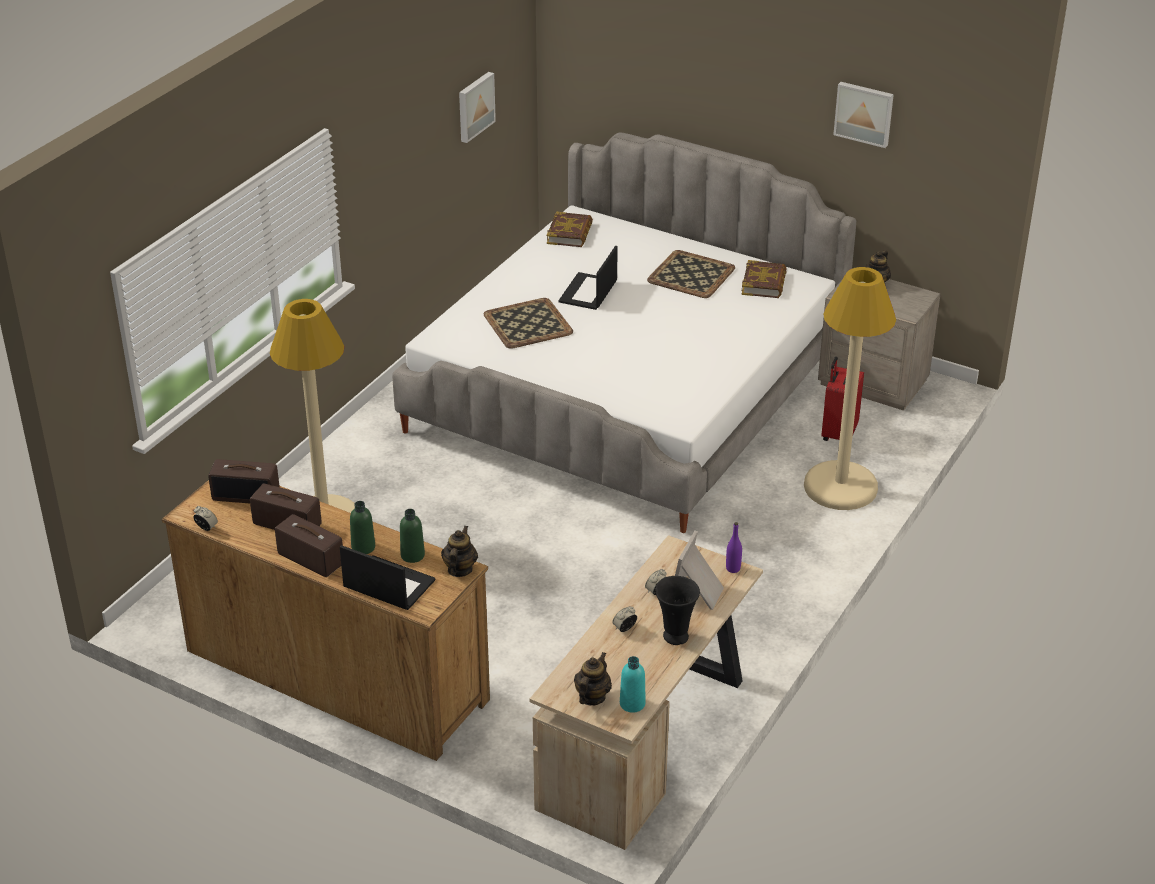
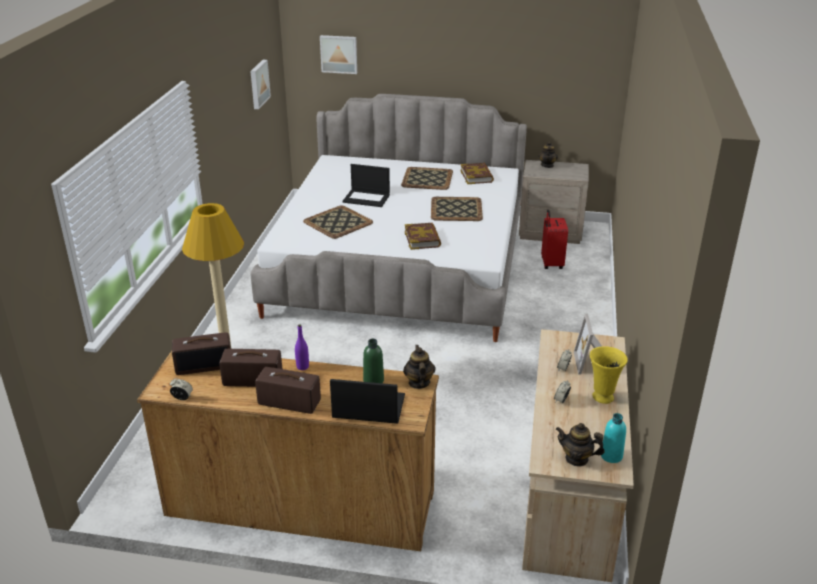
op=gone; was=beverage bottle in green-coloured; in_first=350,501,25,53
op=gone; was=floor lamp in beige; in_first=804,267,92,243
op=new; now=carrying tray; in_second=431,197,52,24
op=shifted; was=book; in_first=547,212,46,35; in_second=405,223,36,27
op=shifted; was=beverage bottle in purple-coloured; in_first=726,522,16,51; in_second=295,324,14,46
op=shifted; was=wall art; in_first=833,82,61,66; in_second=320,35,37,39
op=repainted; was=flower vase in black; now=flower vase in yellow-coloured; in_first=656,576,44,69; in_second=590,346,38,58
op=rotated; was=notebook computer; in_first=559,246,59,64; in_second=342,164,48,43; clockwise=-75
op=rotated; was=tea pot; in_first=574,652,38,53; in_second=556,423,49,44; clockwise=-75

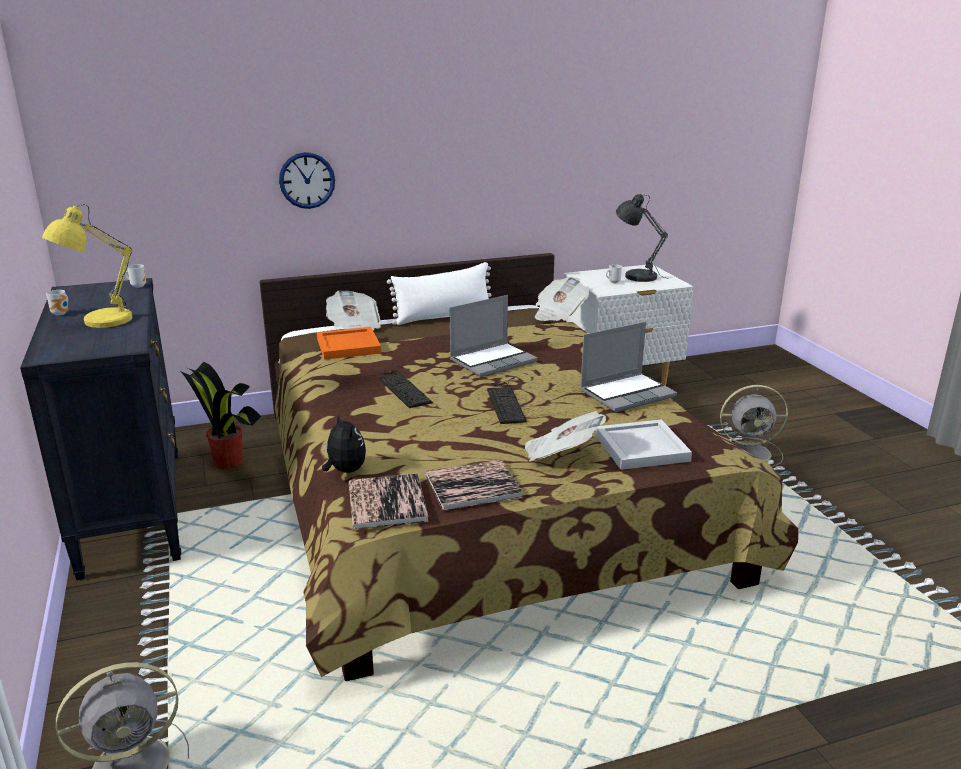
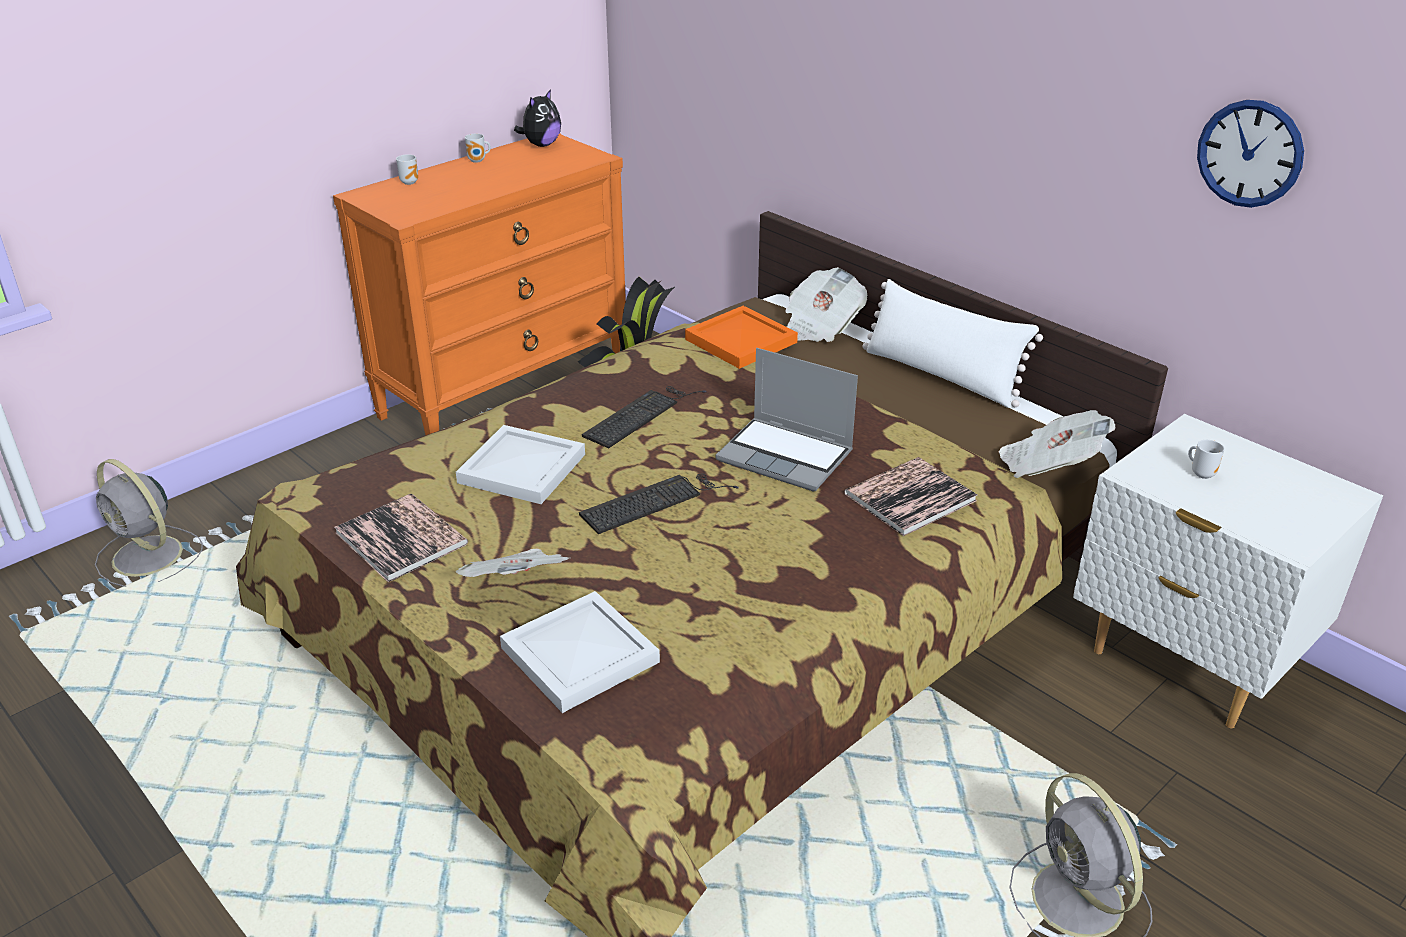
op=gone; was=tabletop lamp in yellow-coloured; in_first=42,204,91,124
op=gone; was=notebook computer; in_first=580,322,97,90
op=gone; was=tabletop lamp in greyish; in_first=616,194,53,88
op=new; now=carrying tray in white-coloured; in_second=456,425,129,79
op=shifted; was=mug; in_first=126,264,20,24; in_second=396,154,22,31
op=shifted; was=wall clock; in_first=279,152,56,57; in_second=1197,100,107,108
op=shifted; was=cuddly toy; in_first=322,413,44,60; in_second=514,89,47,58
op=shifted; was=book; in_first=349,473,80,56; in_second=844,457,133,79
op=repainted; was=drawer chest in black; now=drawer chest in orange-coloured; in_first=20,278,161,302; in_second=333,133,293,302

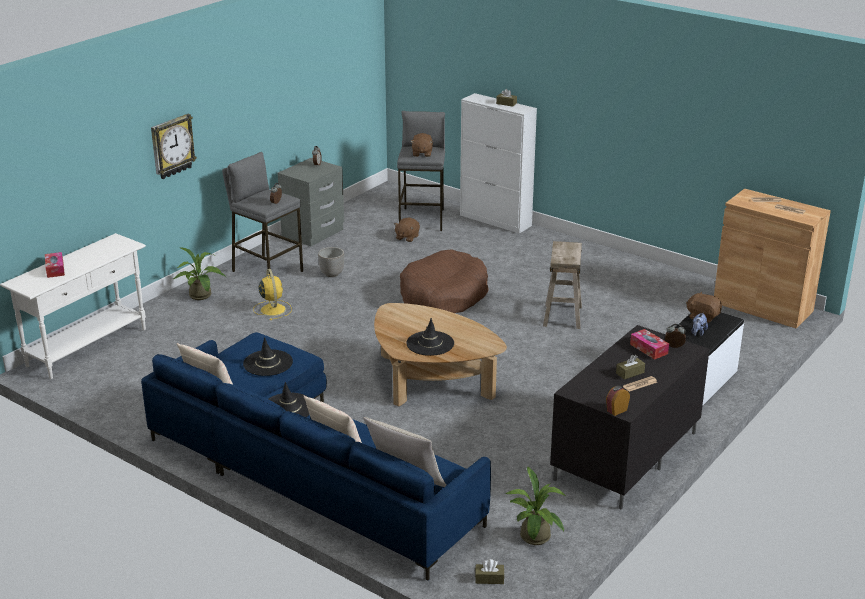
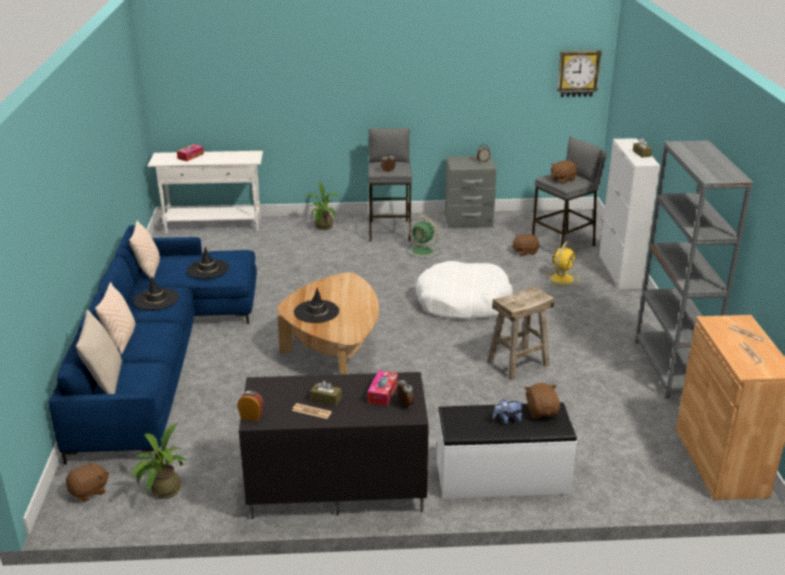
op=new; now=bookshelf in greyish; in_second=635,140,118,259
op=shifted; was=wall clock; in_first=151,114,46,65; in_second=557,50,45,47
op=shifted; was=fan in yellow-coloured; in_first=253,269,39,51; in_second=546,241,34,46
op=swapped; was=flower pot; now=fan in green-coloured; in_first=318,247,26,30; in_second=406,216,34,43
op=swapped; was=tissue box in brownish; now=cuddly toy in brownish; in_first=475,559,29,25; in_second=66,461,43,41
op=repainted; was=dog cushion in brownish; now=dog cushion in white-coloured; in_first=400,249,89,64; in_second=415,261,98,58

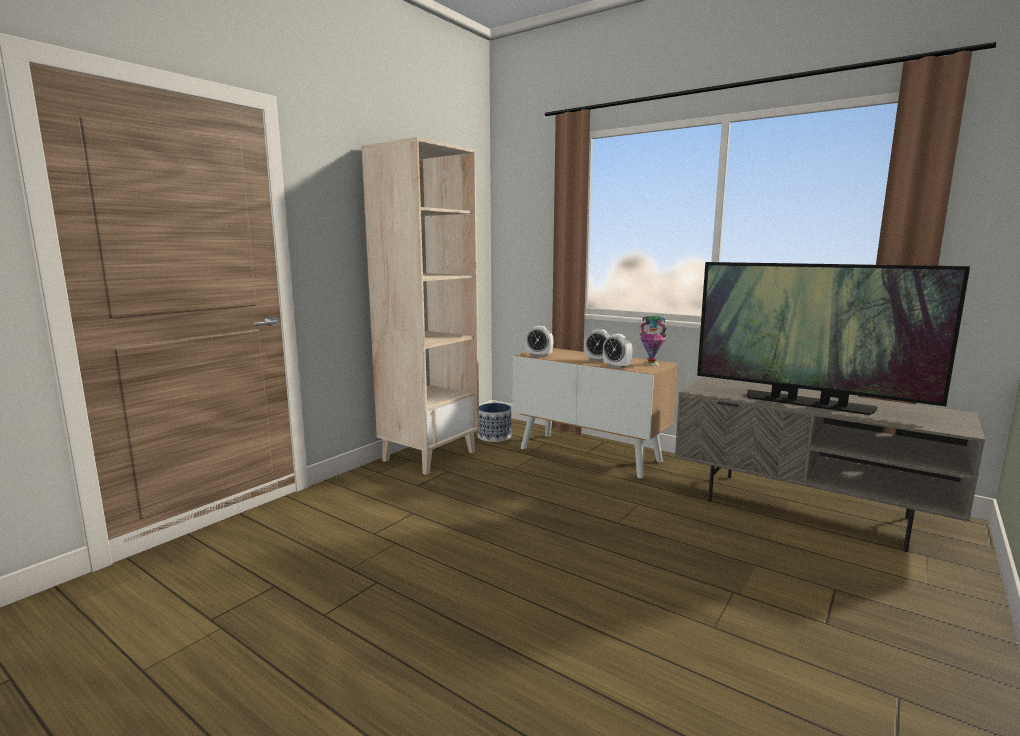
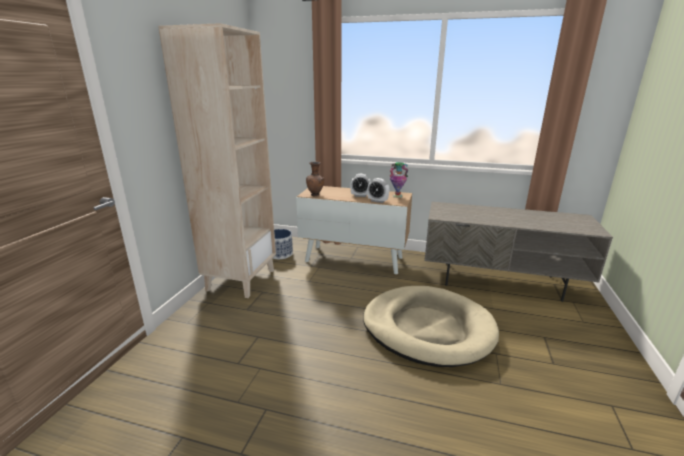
op=gone; was=TV; in_first=697,262,273,153
op=new; now=dog cushion in beige; in_second=363,286,136,81
op=swapped; was=bedside clock; now=flower vase in brownish; in_first=525,326,29,31; in_second=306,162,18,34

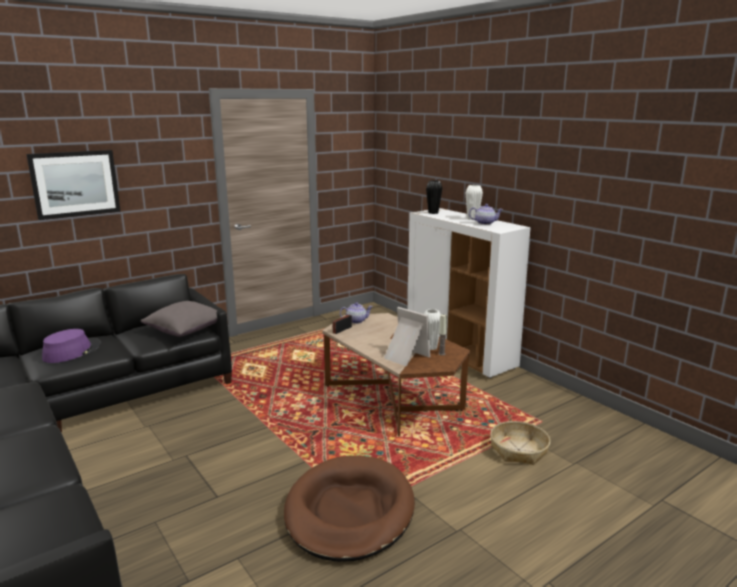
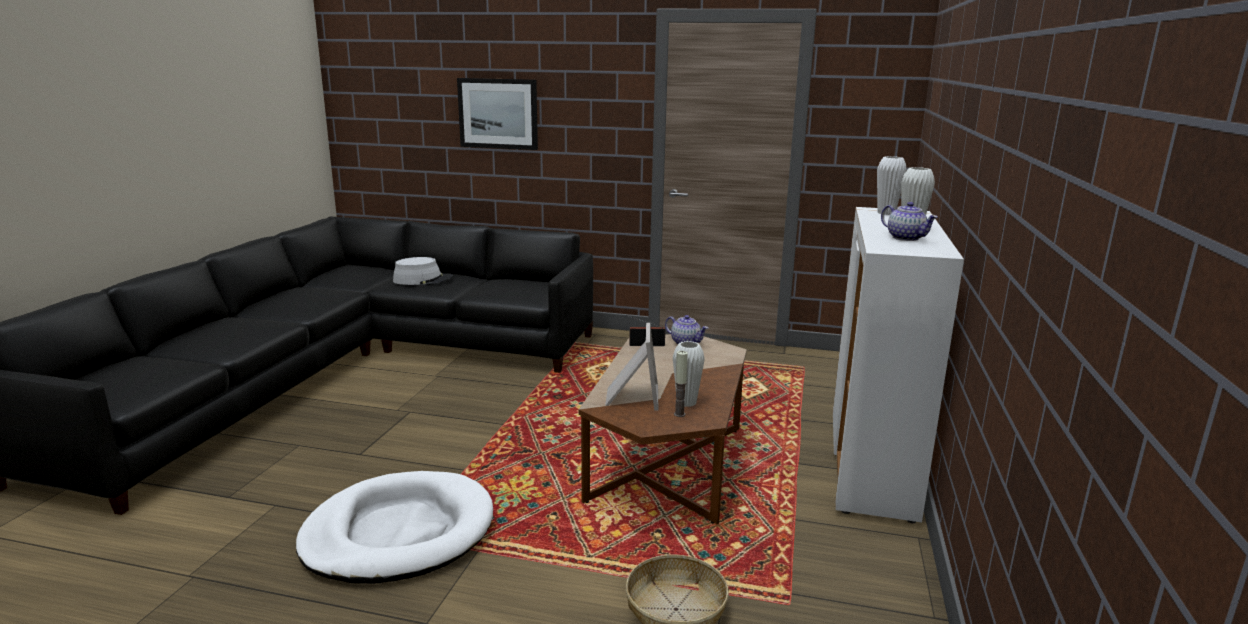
op=gone; was=cushion in greyish; in_first=141,301,87,36
op=repainted; was=wearable hat in purple-coloured; now=wearable hat in greyish; in_first=42,329,59,34; in_second=393,257,60,28
op=repainted; was=dog cushion in brownish; now=dog cushion in white-coloured; in_first=284,456,131,106; in_second=296,471,197,113
op=repainted; was=flower vase in black; now=flower vase in white-coloured; in_first=426,180,17,34; in_second=877,156,30,59

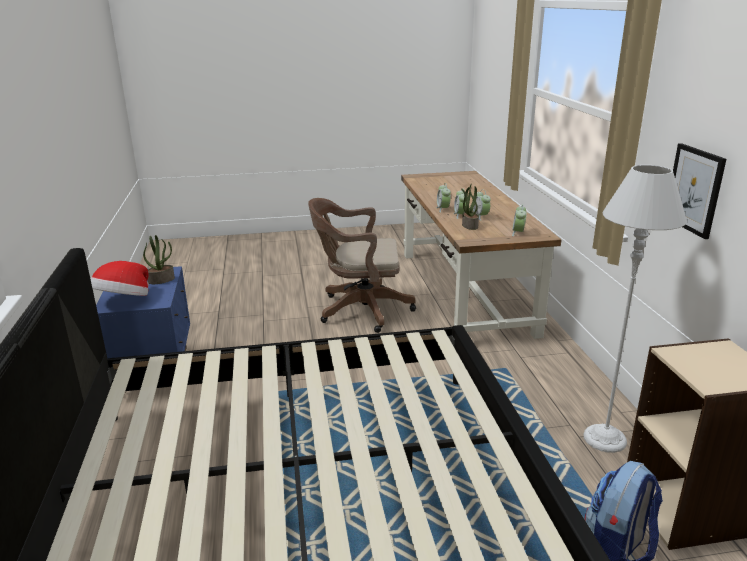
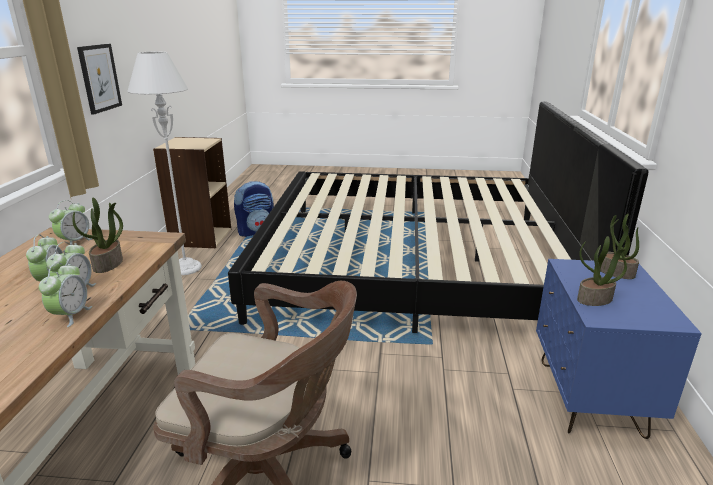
op=swapped; was=wearable hat; now=potted plant; in_first=91,261,58,35; in_second=600,214,39,65

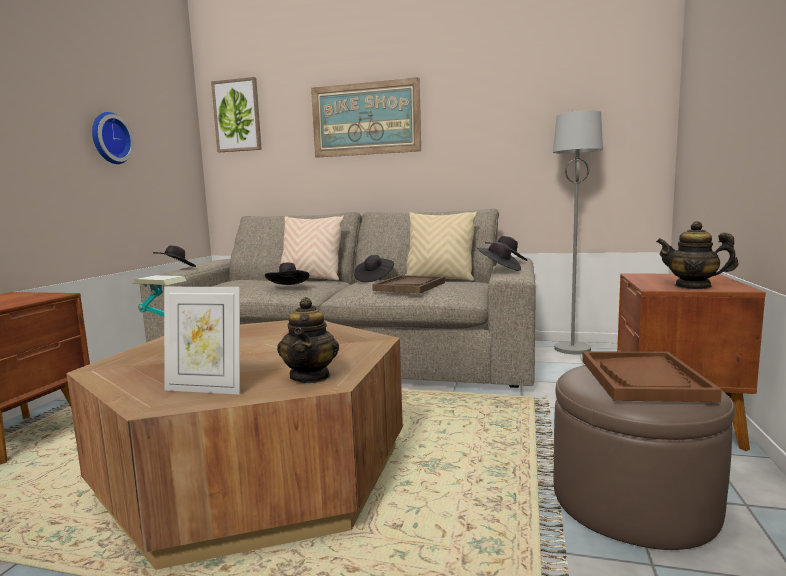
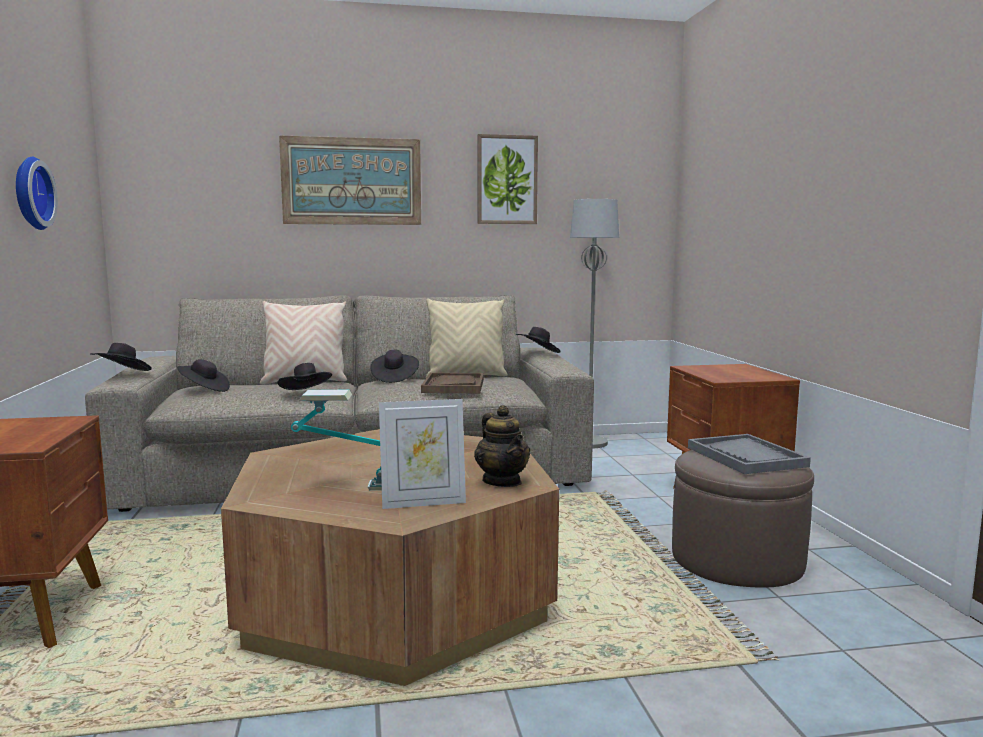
op=gone; was=tea pot; in_first=656,221,82,68
op=shifted; was=wall art; in_first=211,77,51,75; in_second=477,134,61,90
op=shifted; was=wearable hat in black; in_first=477,242,44,29; in_second=177,359,53,33
op=repainted; was=carrying tray in brownish; now=carrying tray in greyish; in_first=582,352,140,50; in_second=688,434,123,40

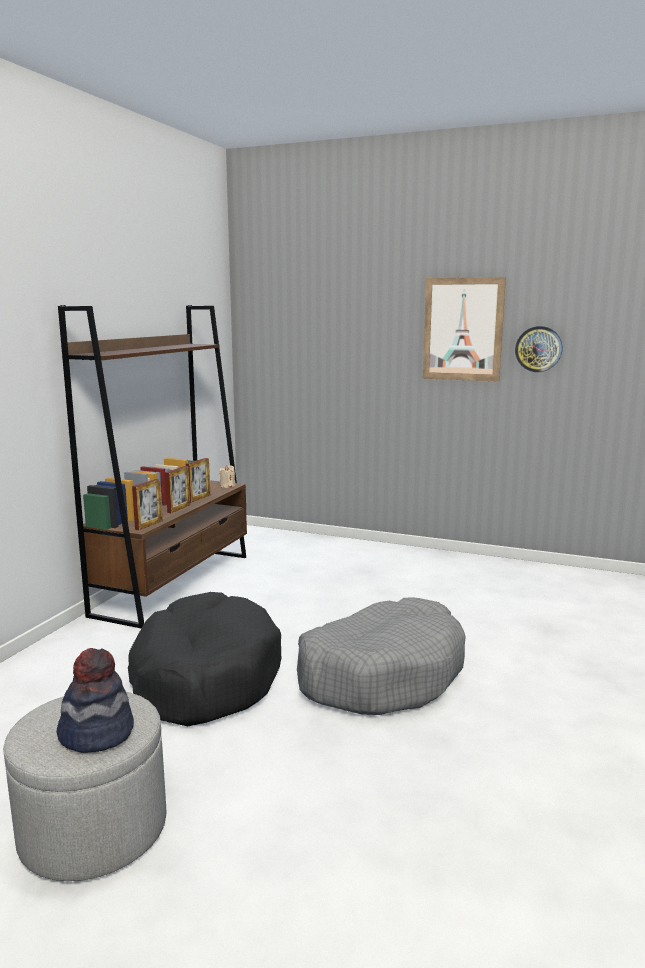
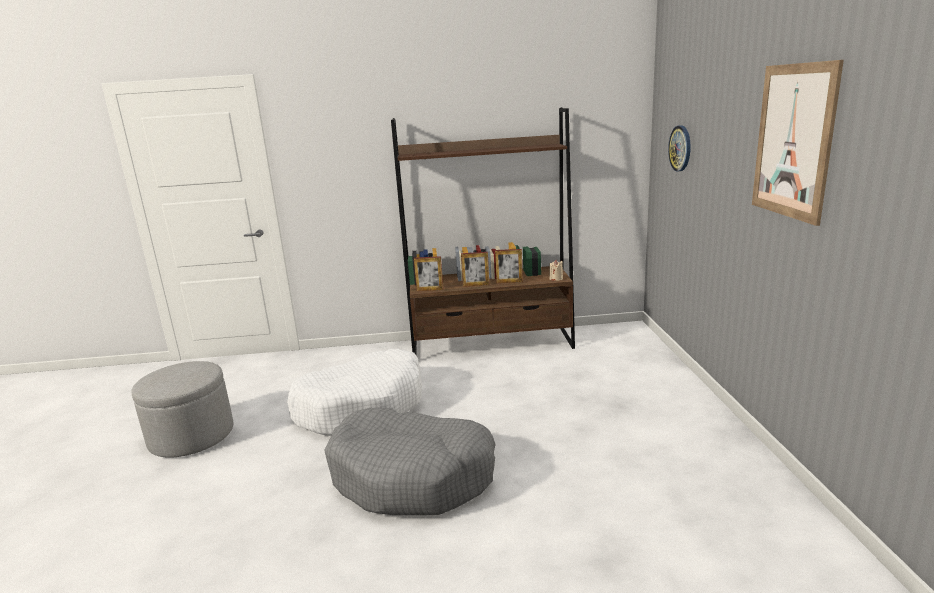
op=gone; was=wearable hat; in_first=56,648,78,105
op=shifted; was=wall clock; in_first=515,326,47,46; in_second=668,125,23,47
op=repainted; was=dog cushion in black; now=dog cushion in white-coloured; in_first=128,592,153,134; in_second=287,348,135,88

